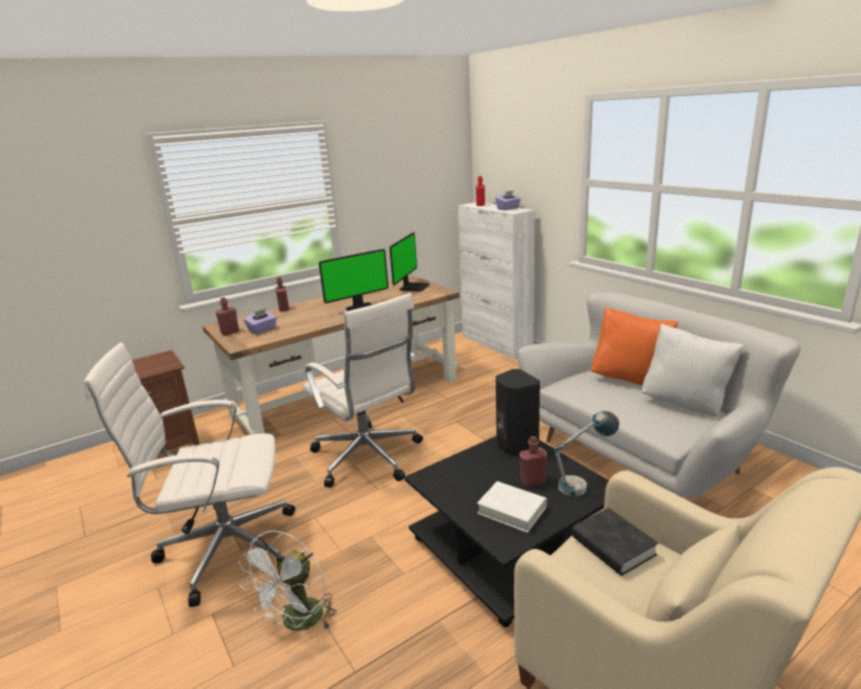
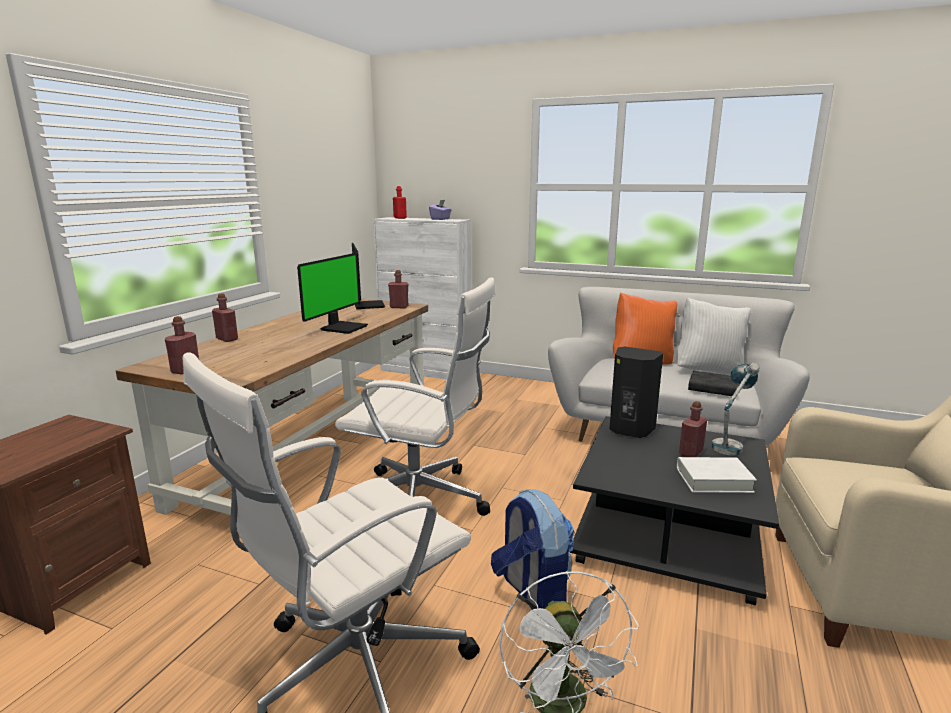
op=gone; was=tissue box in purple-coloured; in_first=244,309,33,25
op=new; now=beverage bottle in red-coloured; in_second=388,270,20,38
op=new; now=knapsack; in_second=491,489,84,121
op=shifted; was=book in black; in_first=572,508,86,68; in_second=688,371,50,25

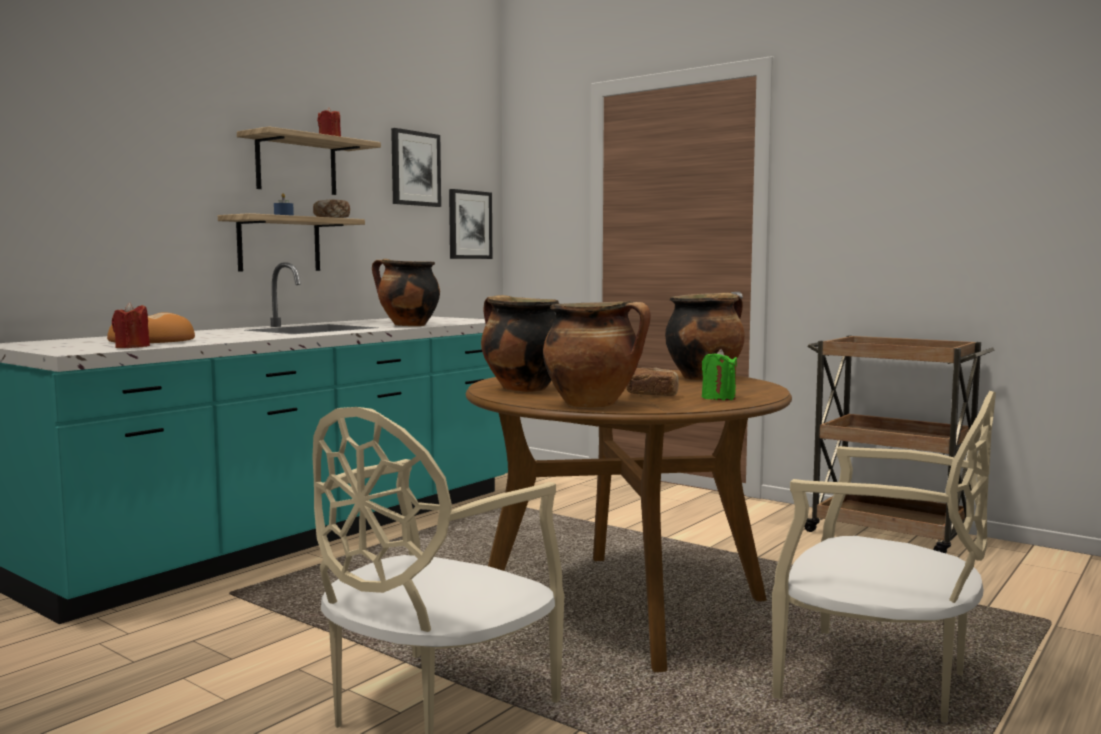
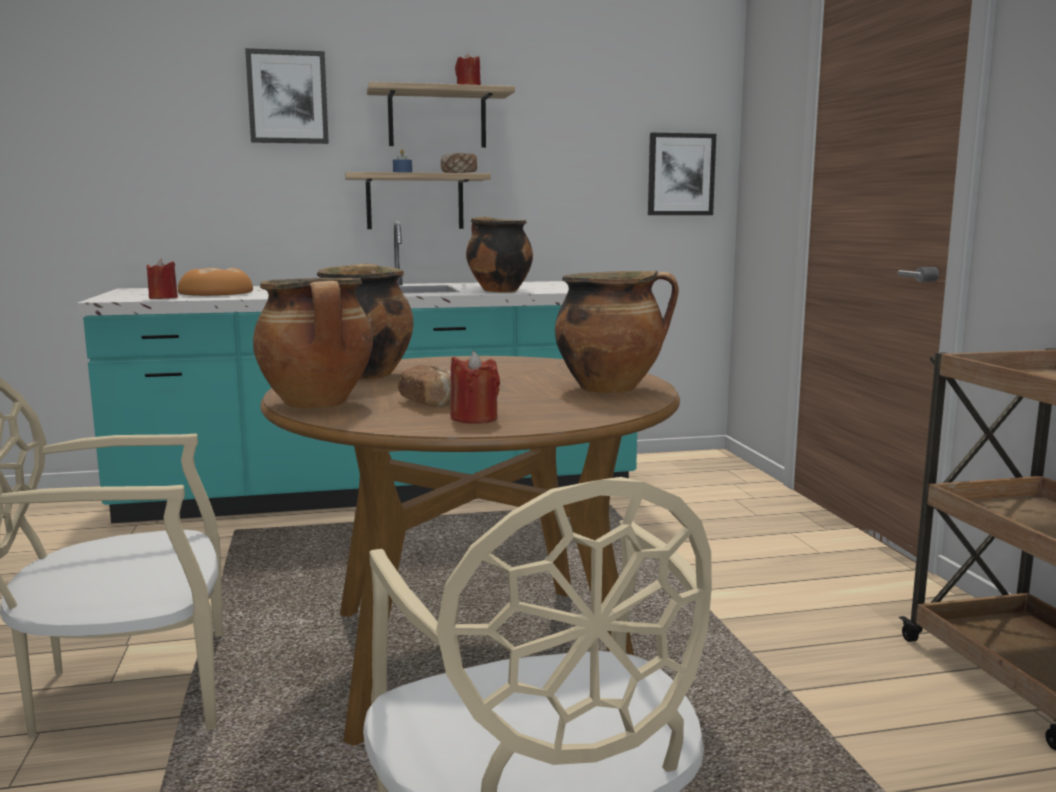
op=shifted; was=wall art; in_first=391,128,50,79; in_second=245,48,84,96
op=repainted; was=wax light in green-coloured; now=wax light in red-coloured; in_first=702,349,35,51; in_second=451,351,49,73

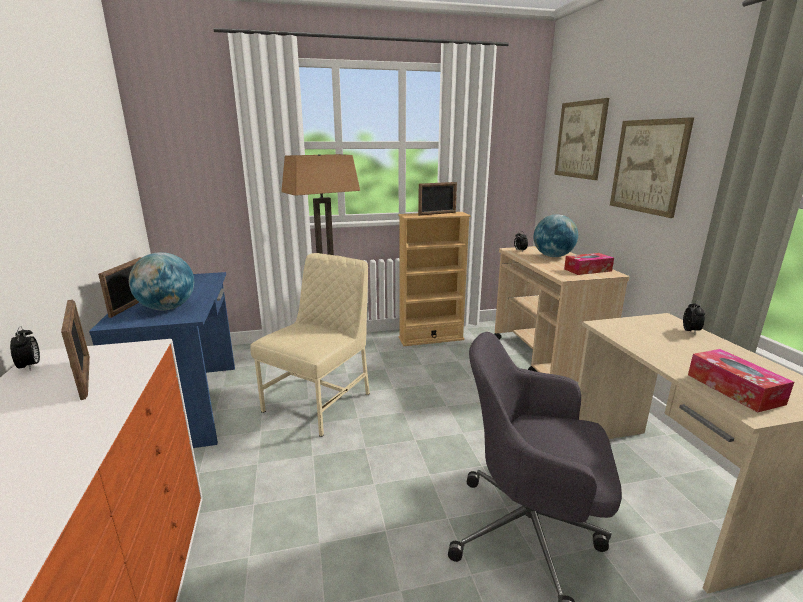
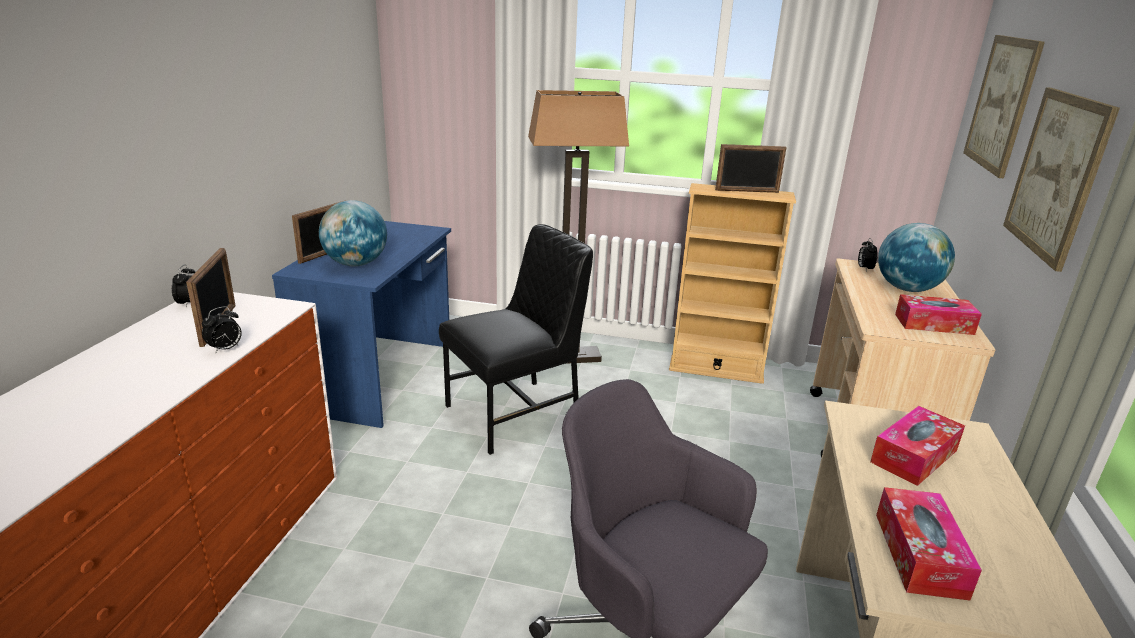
op=new; now=tissue box; in_second=870,406,95,80
op=shifted; was=bedside clock; in_first=683,300,22,33; in_second=202,306,40,48
op=repainted; was=plain chair in beige; now=plain chair in black; in_first=250,253,120,184; in_second=439,224,154,231

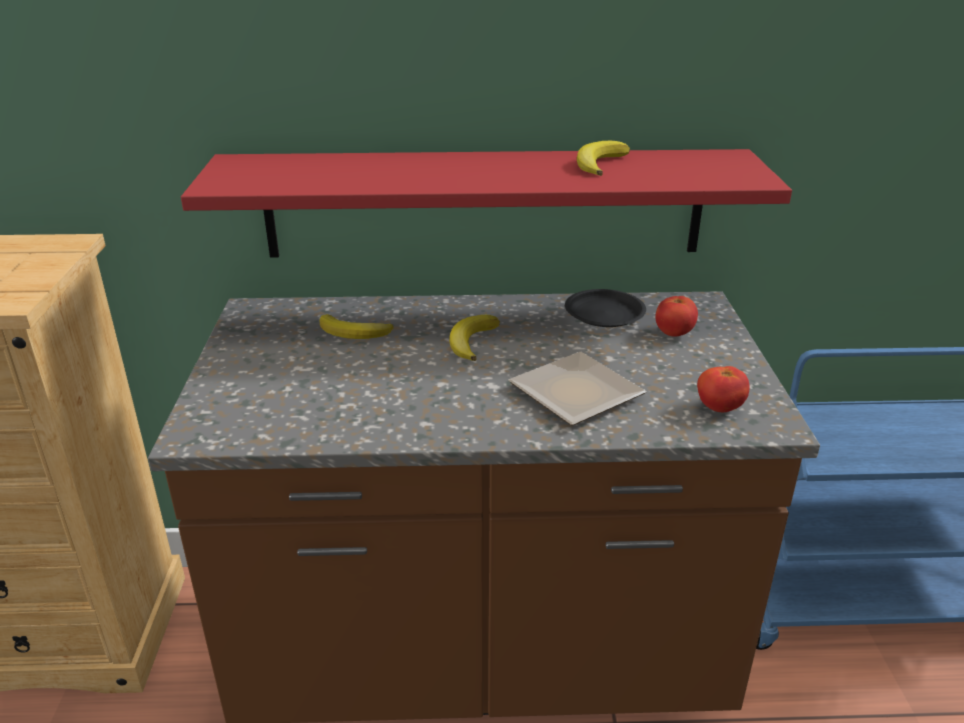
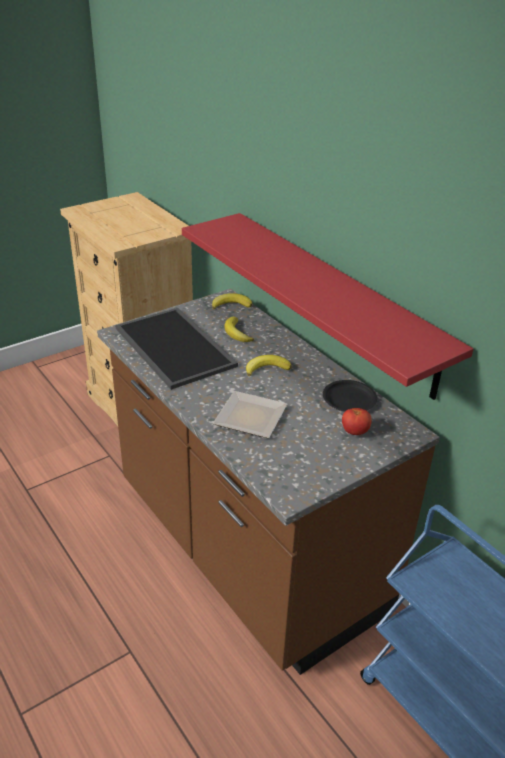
op=gone; was=fresh tomato; in_first=697,366,53,46
op=new; now=carrying tray; in_second=115,308,123,82
op=shifted; was=banana; in_first=577,141,53,35; in_second=212,293,40,16

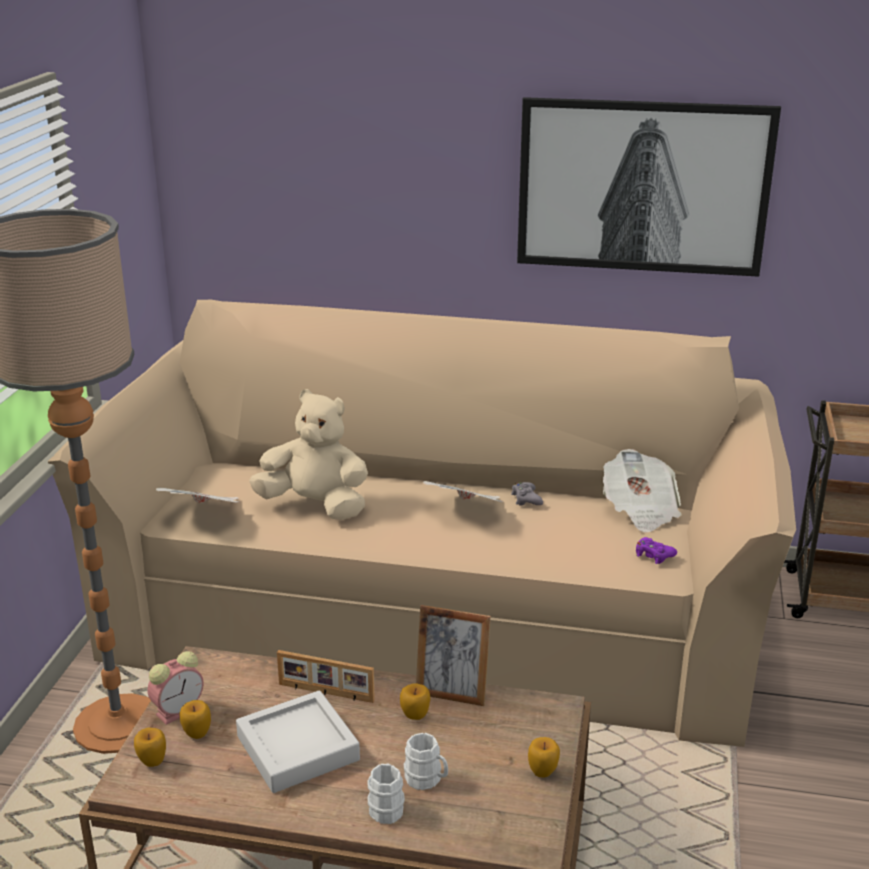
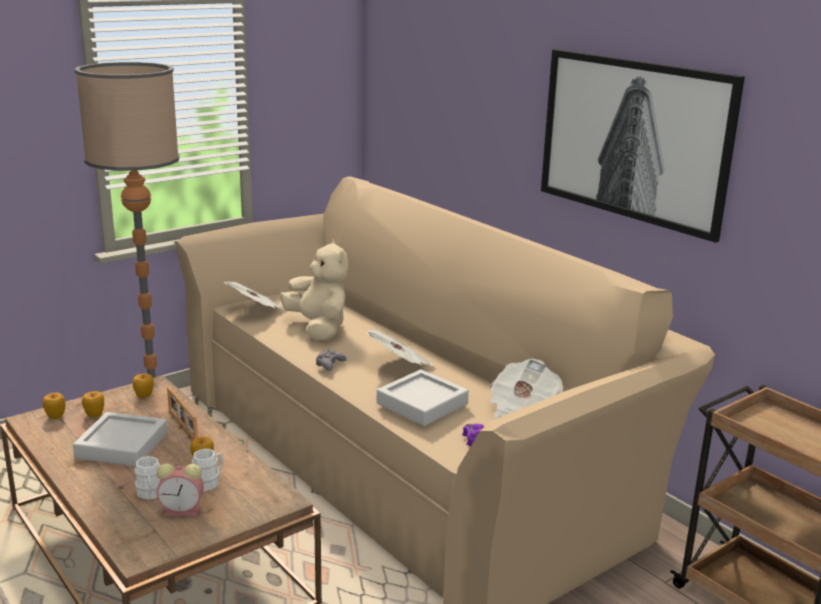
op=gone; was=standing frame; in_first=416,605,75,101
op=new; now=carrying tray in greyish; in_second=377,370,92,56
op=shifted; was=bedside clock; in_first=148,651,56,74; in_second=157,463,47,53
op=shifted; was=mug in white-coloured; in_first=367,763,38,61; in_second=191,449,33,42
op=shifted; was=joypad in greyish; in_first=511,482,32,24; in_second=316,350,31,21
op=shifted; was=apple; in_first=528,737,32,41; in_second=133,373,21,25

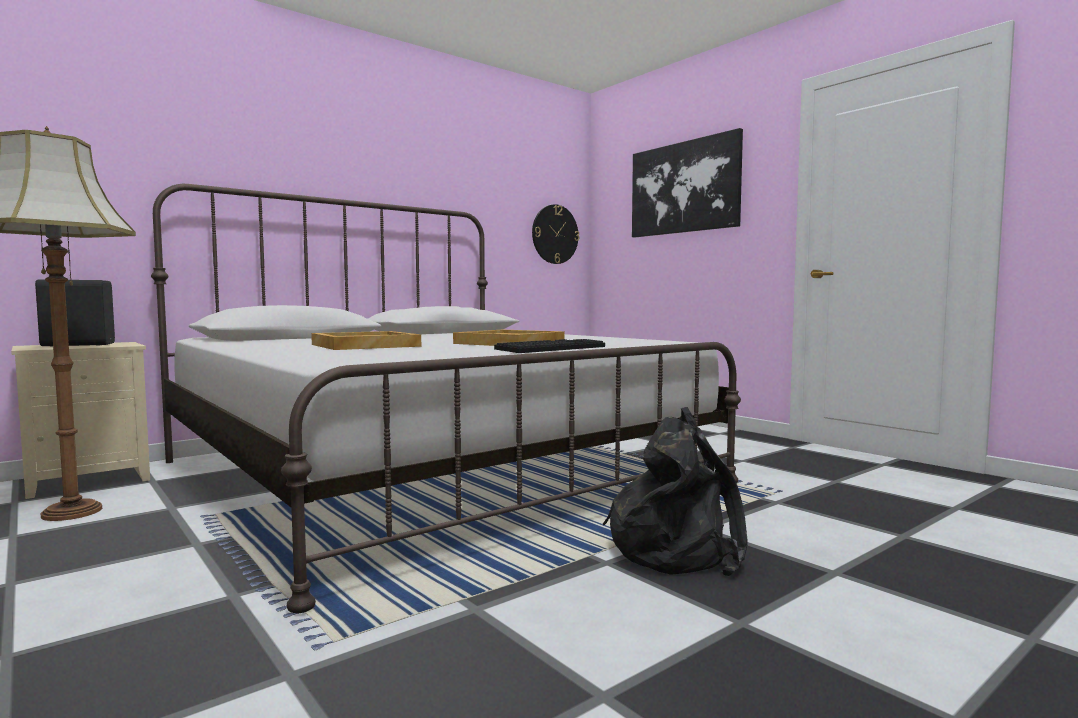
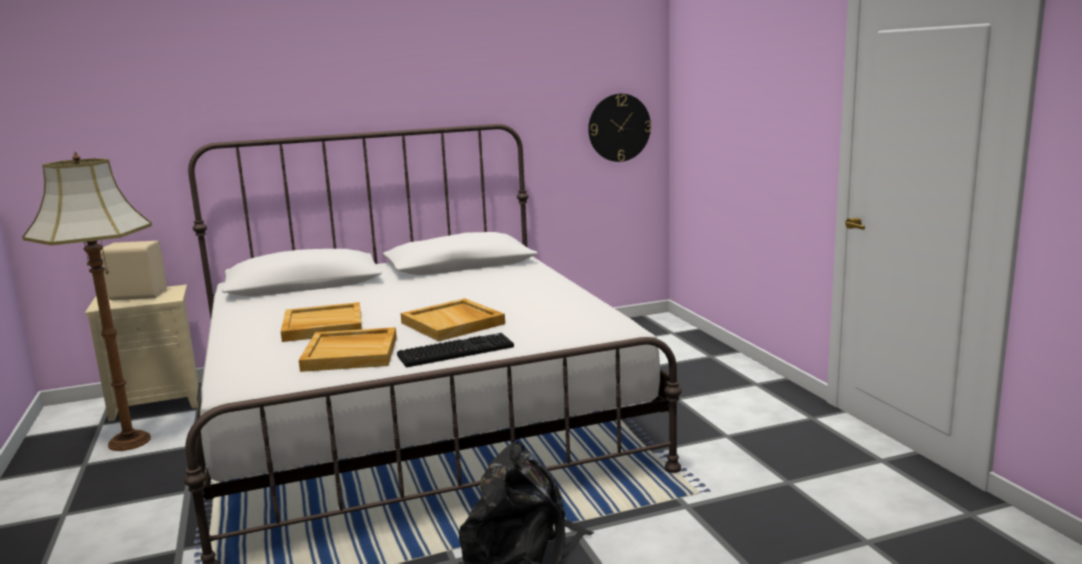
op=gone; was=wall art; in_first=632,128,111,110
op=new; now=carrying tray in beige; in_second=299,327,98,45
op=repainted; was=loudspeaker in black; now=loudspeaker in beige; in_first=35,279,80,68; in_second=100,241,67,59

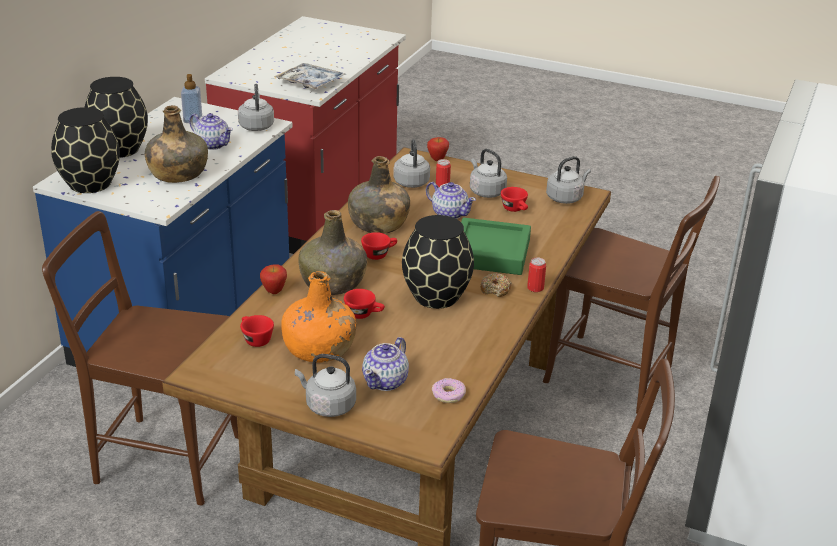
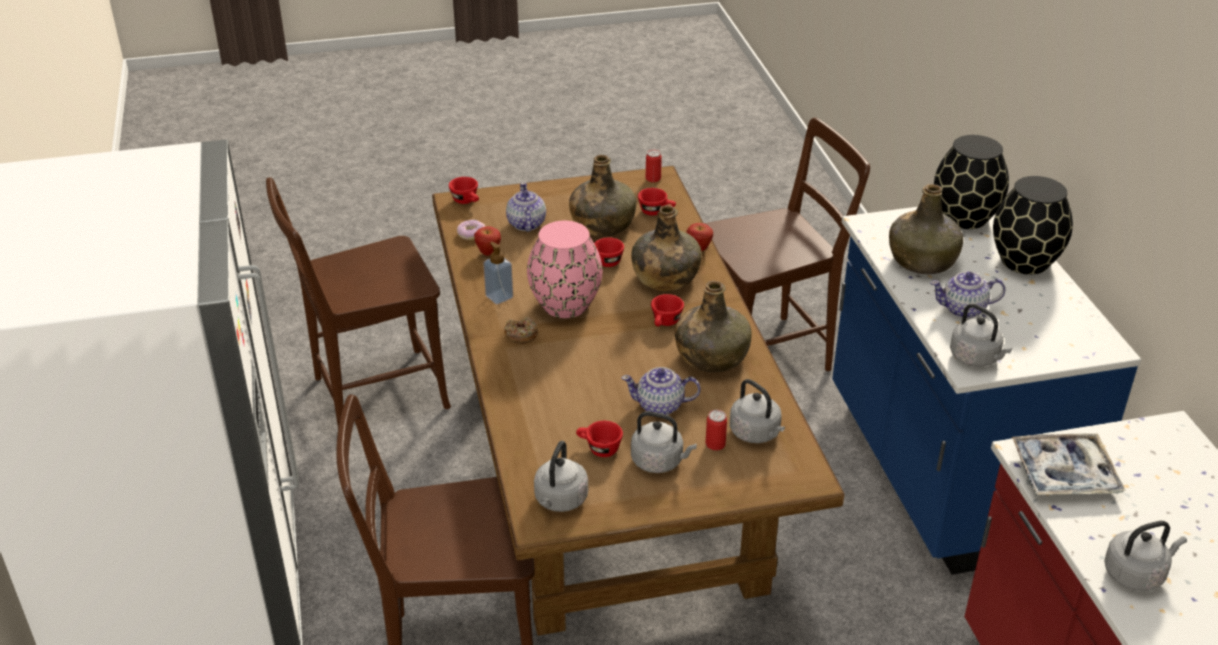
op=gone; was=carrying tray in green-coloured; in_first=461,218,70,57
op=new; now=cup in red-coloured; in_second=449,177,30,27
op=shifted; was=liquid soap bottle; in_first=181,74,21,49; in_second=483,242,30,62
op=shifted; was=kettle in greyish; in_first=295,354,61,63; in_second=1104,521,83,70
op=shifted; was=apple; in_first=427,137,22,24; in_second=474,226,27,30
op=shifted; was=sealed can; in_first=527,257,19,35; in_second=646,150,16,32
op=repainted; was=beverage bottle in orange-coloured; now=beverage bottle in green-coloured; in_first=281,271,75,92; in_second=569,155,67,81
op=repainted; was=flower vase in black; now=flower vase in pinkish; in_first=402,215,72,94; in_second=527,221,76,97

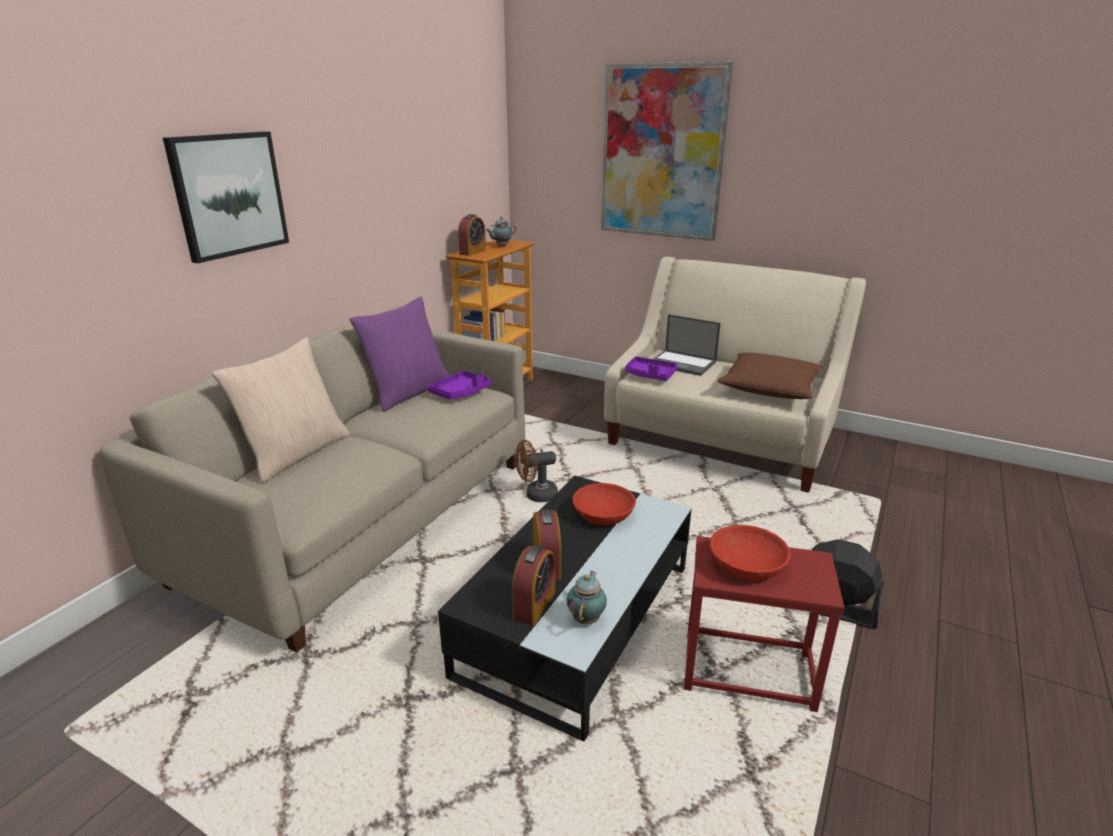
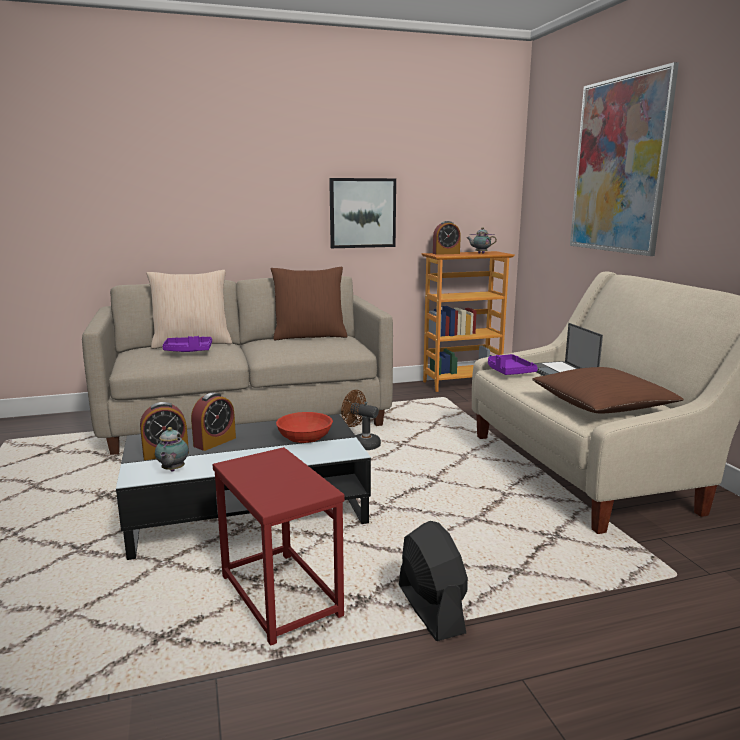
op=gone; was=deep dish in red-coloured; in_first=710,525,81,56
op=shifted; was=wall art; in_first=163,131,126,132; in_second=329,178,67,70
op=shifted; was=carrying tray in purple-coloured; in_first=428,371,63,28; in_second=163,336,49,16
op=repainted; was=cushion in purple-coloured; now=cushion in brownish; in_first=349,296,100,116; in_second=271,267,77,73
op=rotated; was=tea pot; in_first=567,570,40,54; in_second=155,427,34,45; clockwise=120

